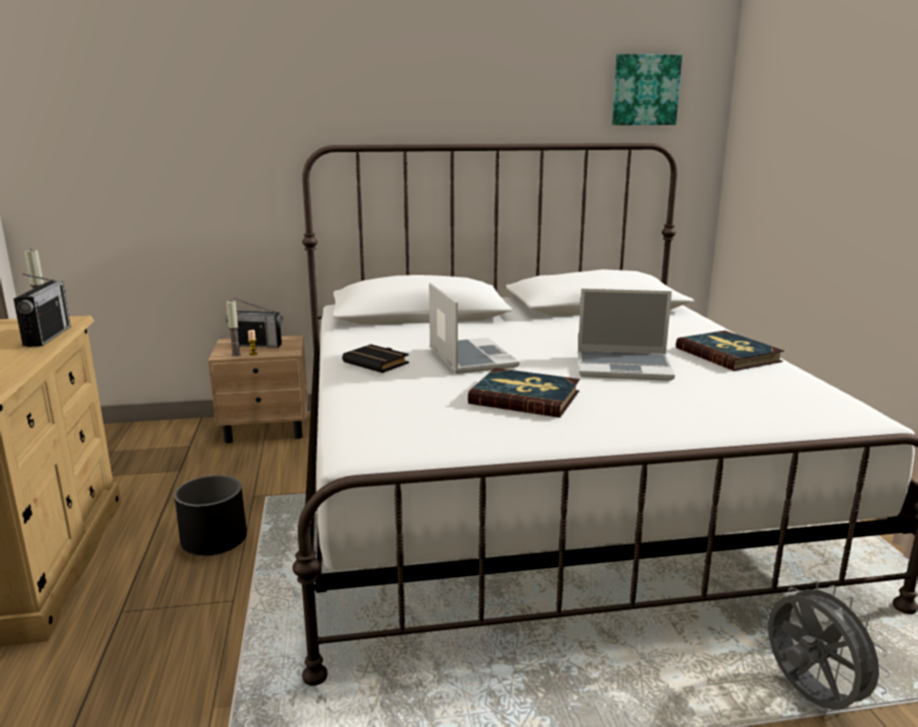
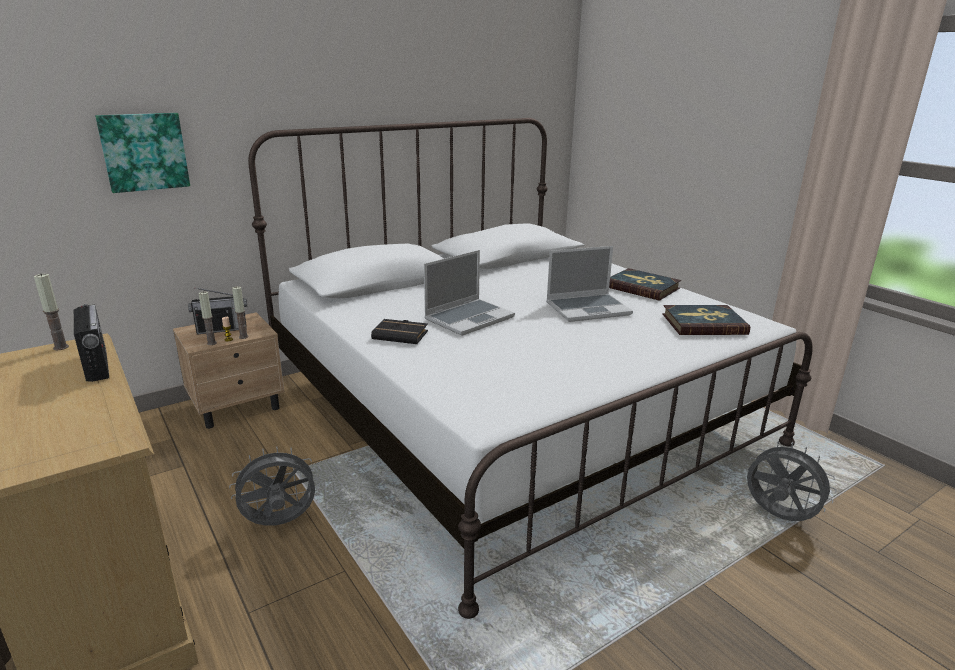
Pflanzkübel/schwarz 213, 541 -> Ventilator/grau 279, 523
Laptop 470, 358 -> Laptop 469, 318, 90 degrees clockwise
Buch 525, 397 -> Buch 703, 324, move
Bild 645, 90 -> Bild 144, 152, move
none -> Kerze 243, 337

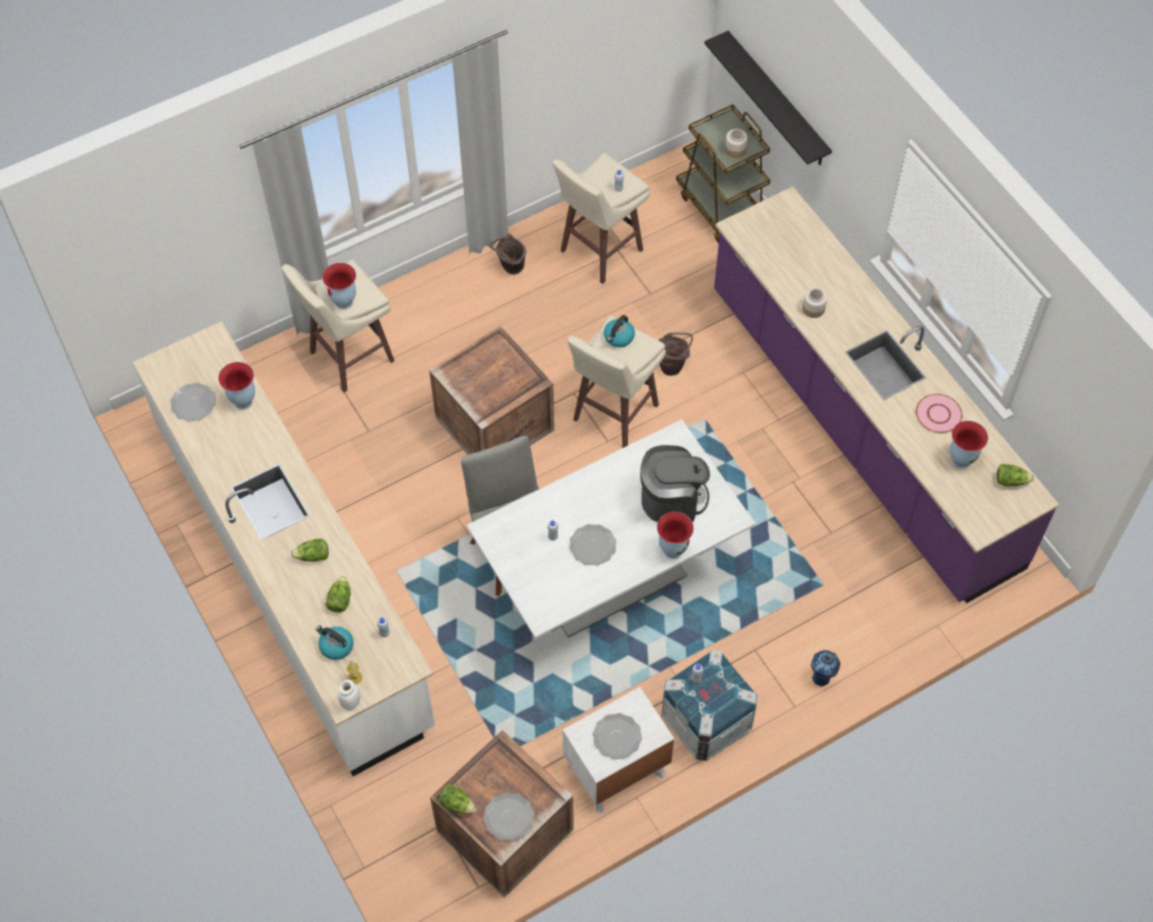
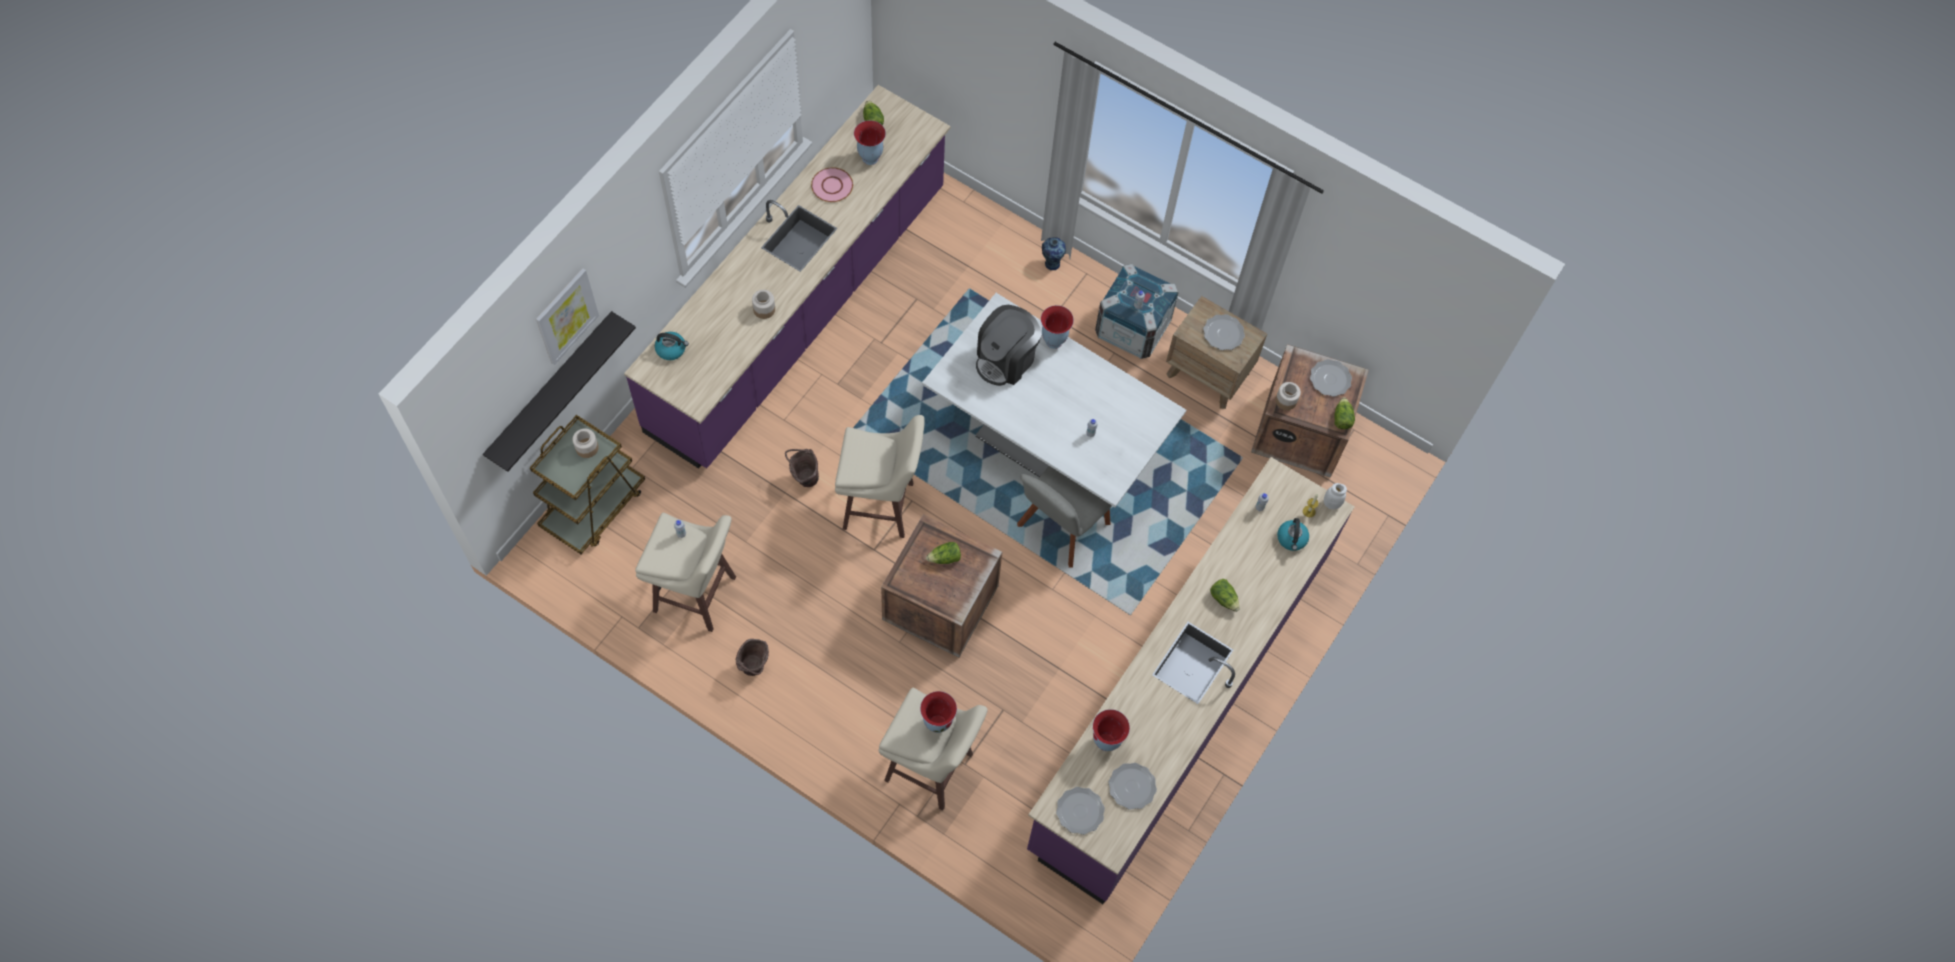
Küchenzeile/weiß 294, 574 -> Küchenzeile/lila 1179, 699
Salatkopf 339, 600 -> Salatkopf 945, 558, move
Nachttisch/weiß 616, 770 -> Nachttisch/braun 1208, 374
Teller 593, 546 -> Teller 1079, 811, move
Wasserkessel 618, 337 -> Wasserkessel 671, 349, move
Kaffeemaschine 672, 499 -> Kaffeemaschine 1006, 359, 105 degrees counterclockwise
none -> Bild 566, 316
none -> Vorratsglas 1285, 400

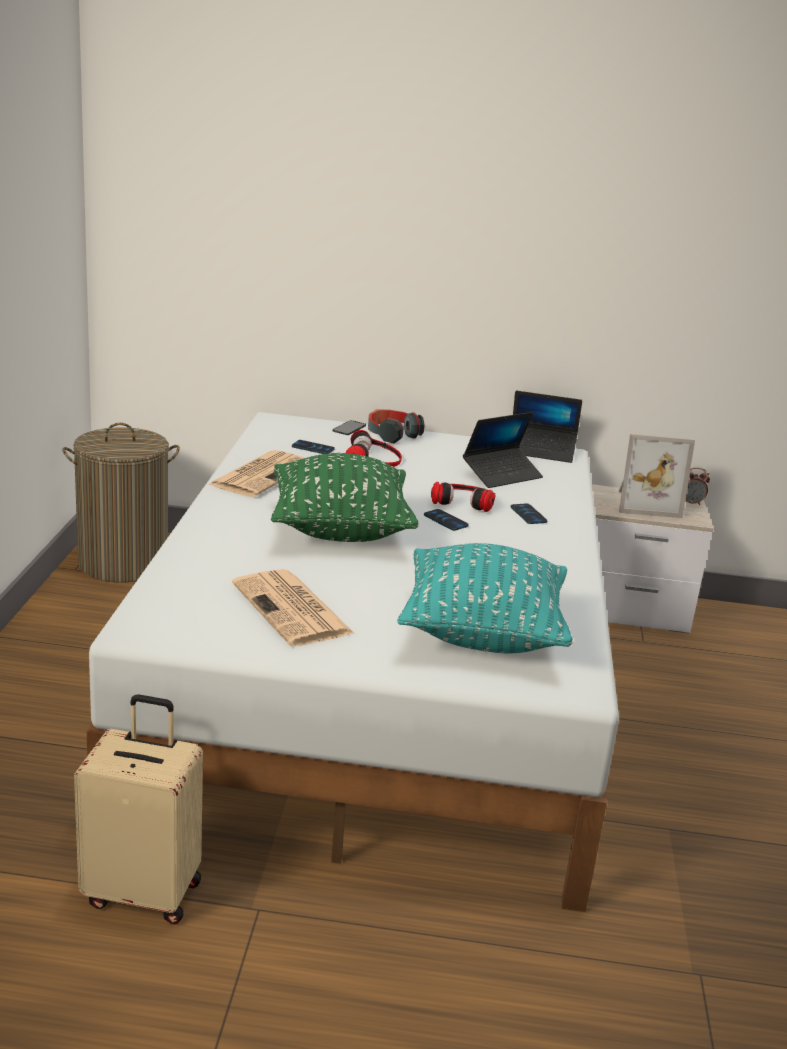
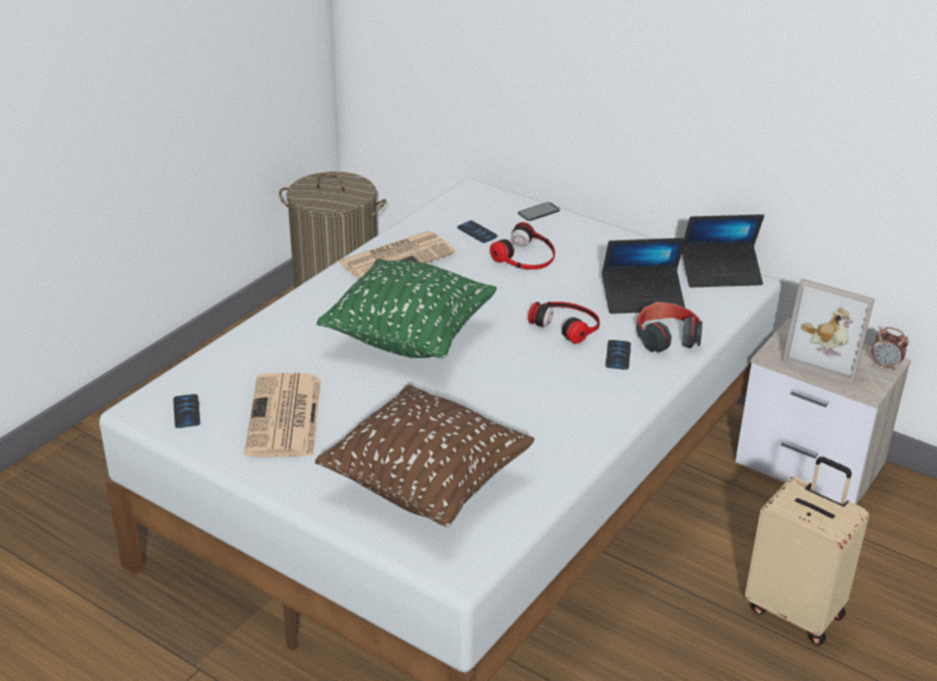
Koffer/beige 144, 891 -> Koffer/beige 796, 611, move
Kopfhörer 392, 435 -> Kopfhörer 666, 337, move
Kissen/türkis 482, 634 -> Kissen/braun 426, 485
Handy 445, 521 -> Handy 186, 412, move
Laptop 540, 451 -> Laptop 720, 274, 45 degrees counterclockwise

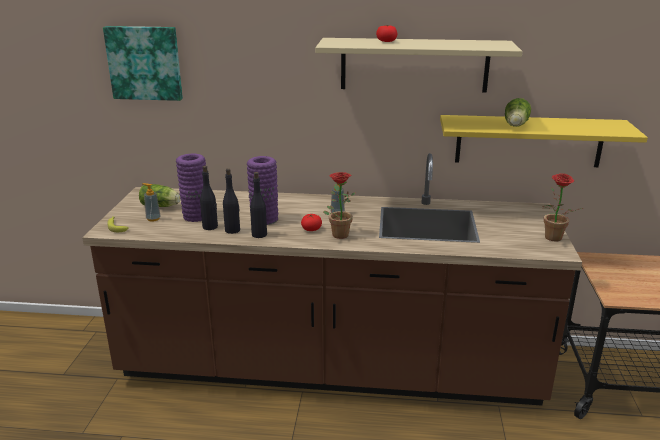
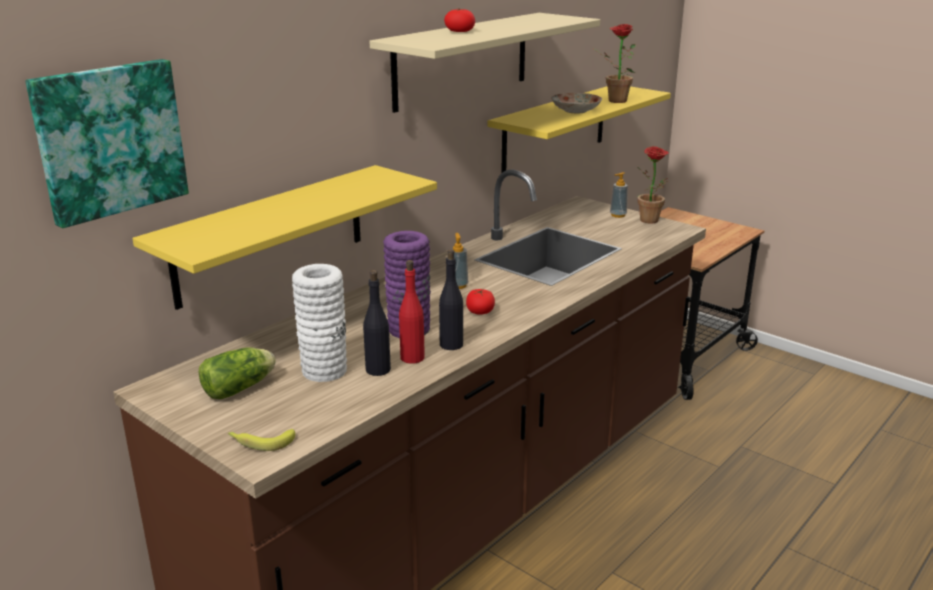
Seifenspender 153, 219 -> Seifenspender 618, 215, move
Vase/lila 196, 216 -> Vase/weiß 324, 370
Flasche/schwarz 232, 230 -> Flasche/rot 412, 357
Topfpflanze 338, 233 -> Topfpflanze 613, 101, move
Salatkopf 515, 125 -> Teller 575, 110
none -> Wandregal/gelb 271, 235

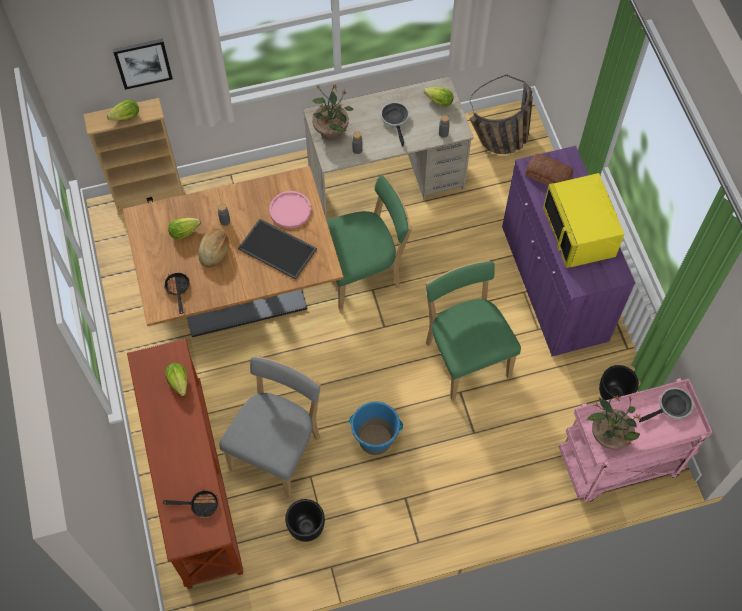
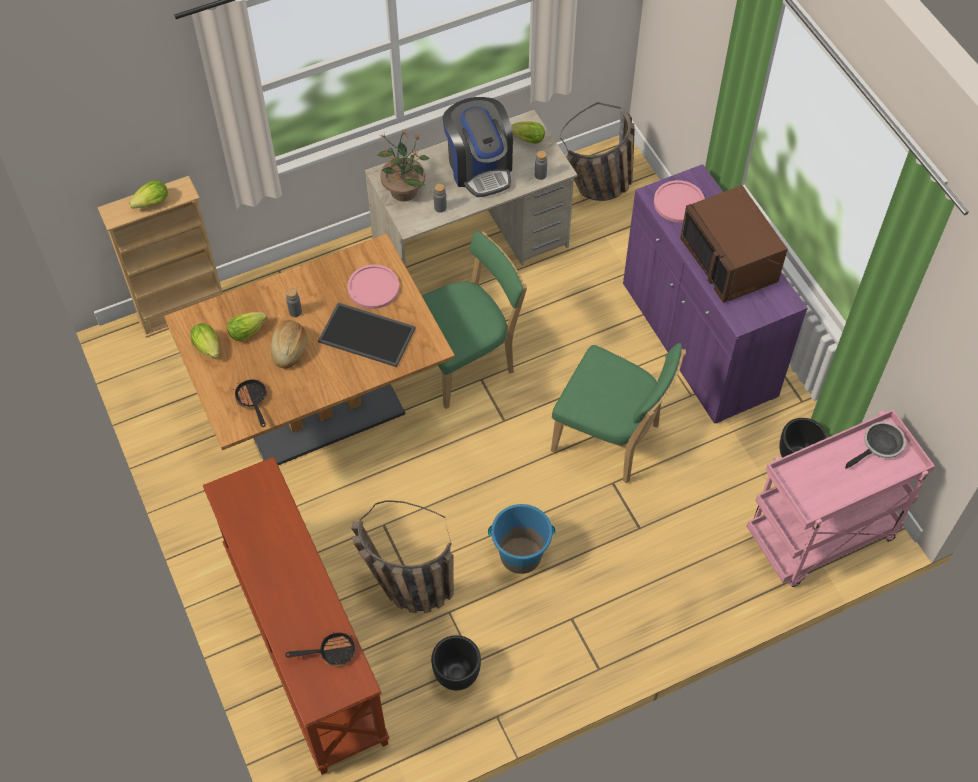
Bild 143, 62 -> none
Salatkopf 179, 384 -> Salatkopf 209, 349, move
Stuhl/grau 278, 449 -> Korb 402, 587
Pfanne 395, 120 -> Kaffeemaschine 479, 167
Stuhl/grün 465, 356 -> Stuhl/grün 610, 440, 150 degrees clockwise
Brot 548, 176 -> Teller/rosa 679, 202
Mikrowelle/gelb 580, 233 -> Mikrowelle/braun 730, 261
Topfpflanze 608, 436 -> none

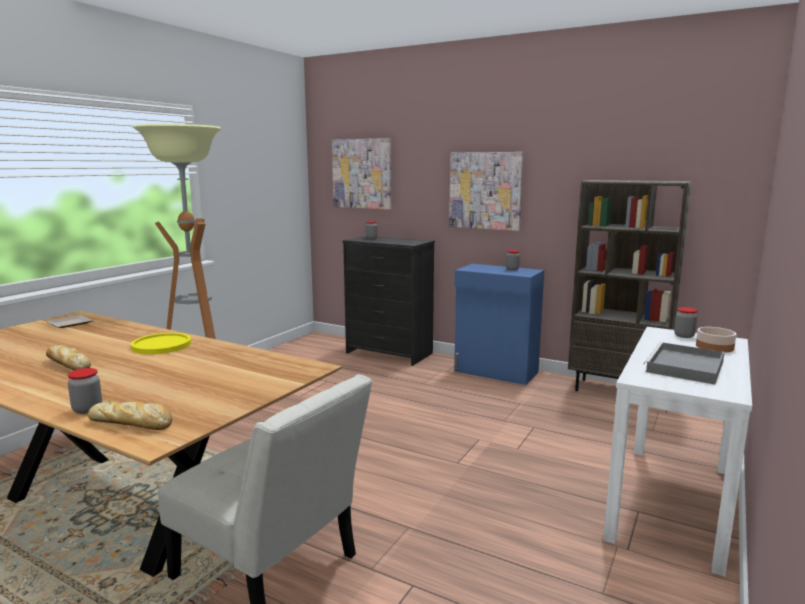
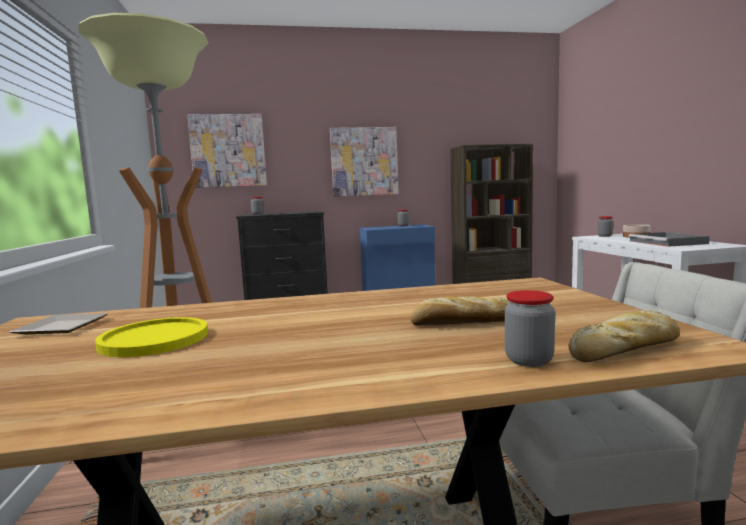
Brot 68, 364 -> Brot 463, 322, move
Teller/gelb 161, 345 -> Teller/gelb 154, 339, move

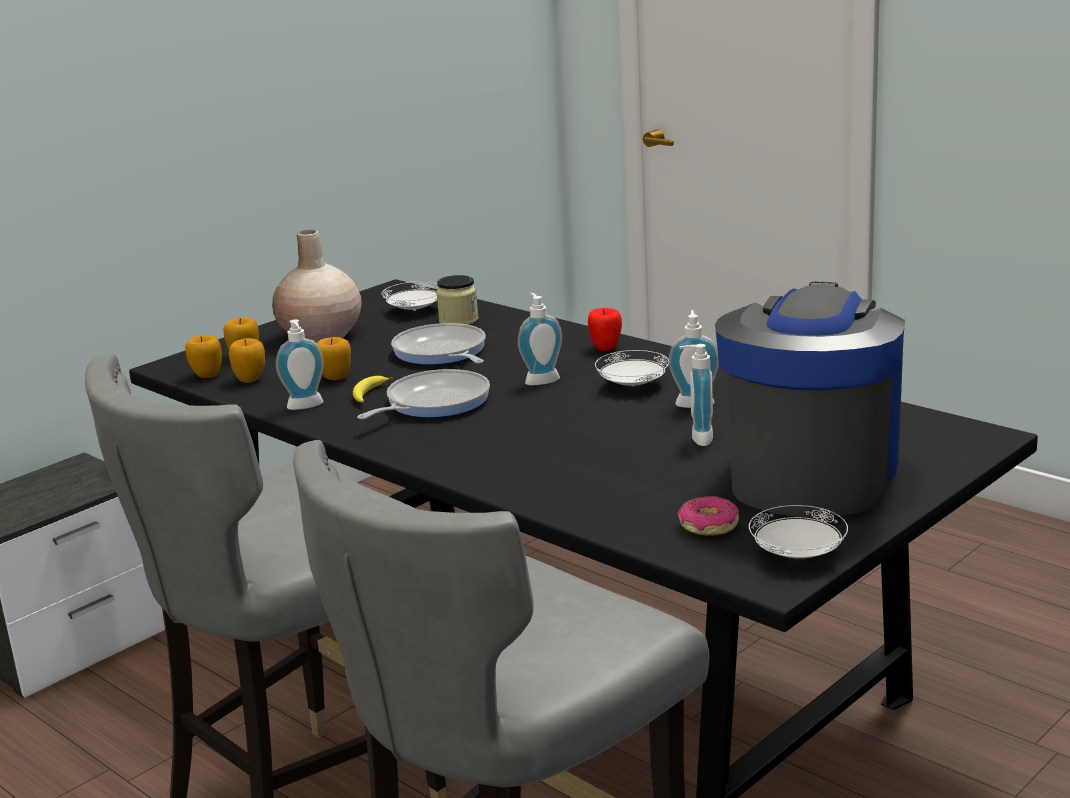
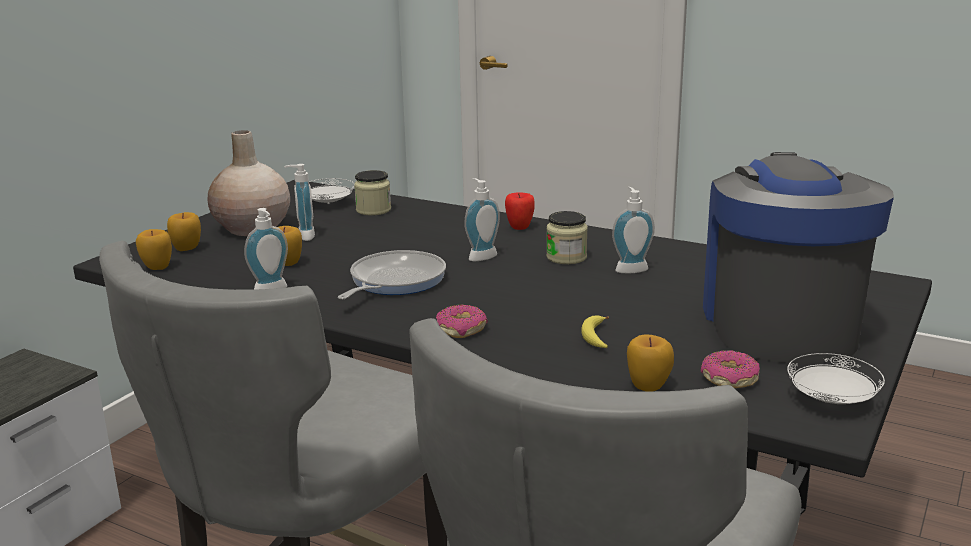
Apfel 250, 379 -> Apfel 648, 386, move
Banane 368, 395 -> Banane 595, 337, move
Pfanne 441, 353 -> none
Teller/weiß 633, 386 -> Vorratsglas 566, 257
Seifenspender 697, 438 -> Seifenspender 303, 236, move
none -> Donut 461, 329

